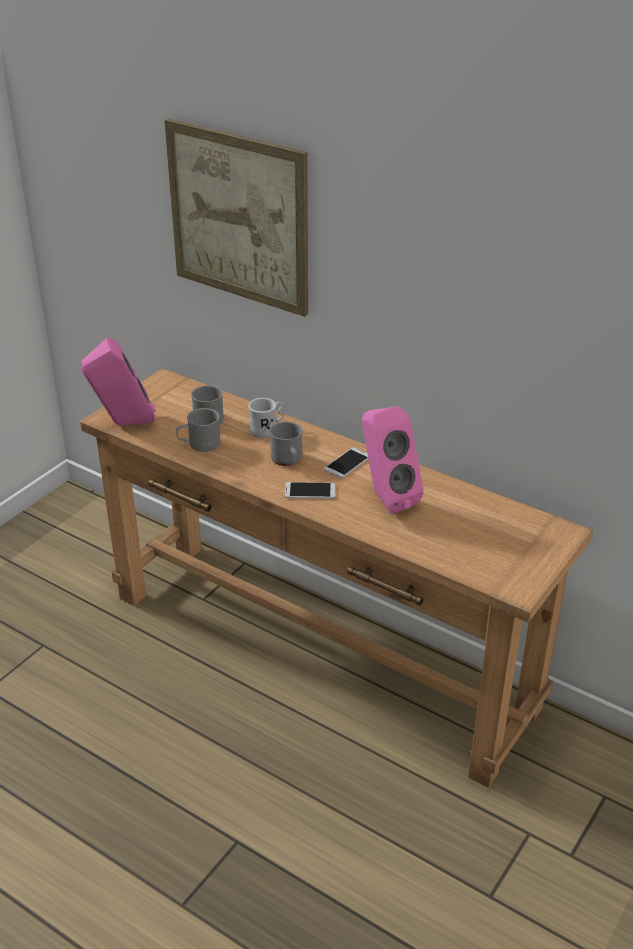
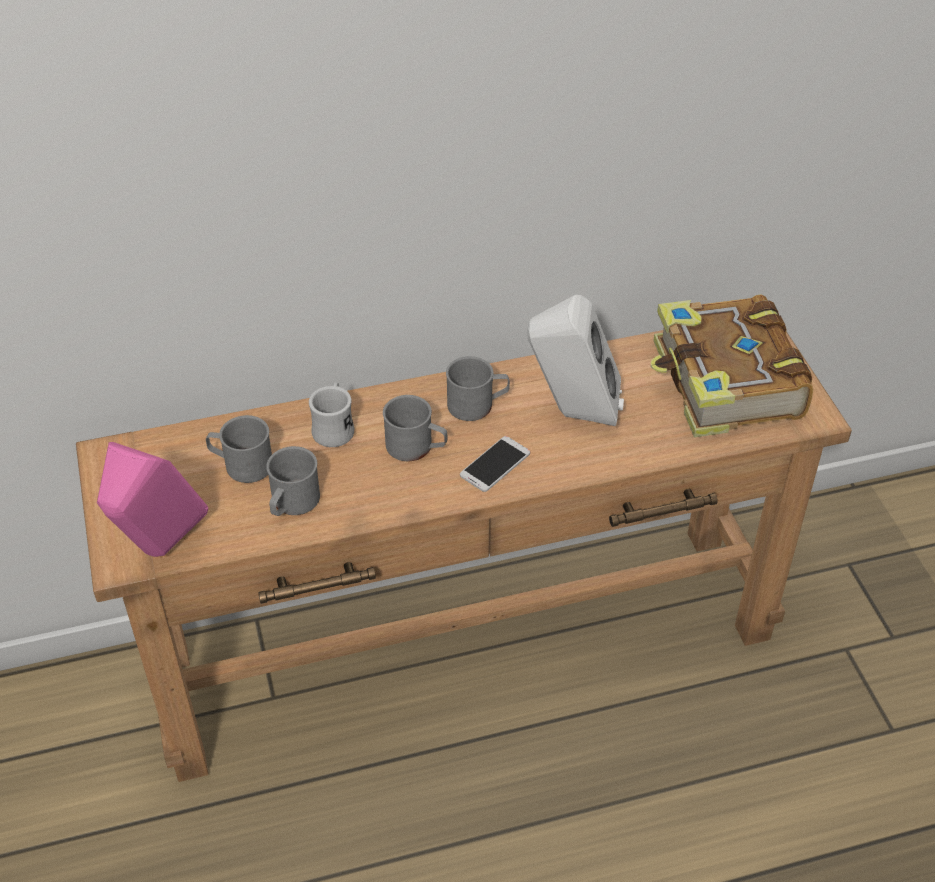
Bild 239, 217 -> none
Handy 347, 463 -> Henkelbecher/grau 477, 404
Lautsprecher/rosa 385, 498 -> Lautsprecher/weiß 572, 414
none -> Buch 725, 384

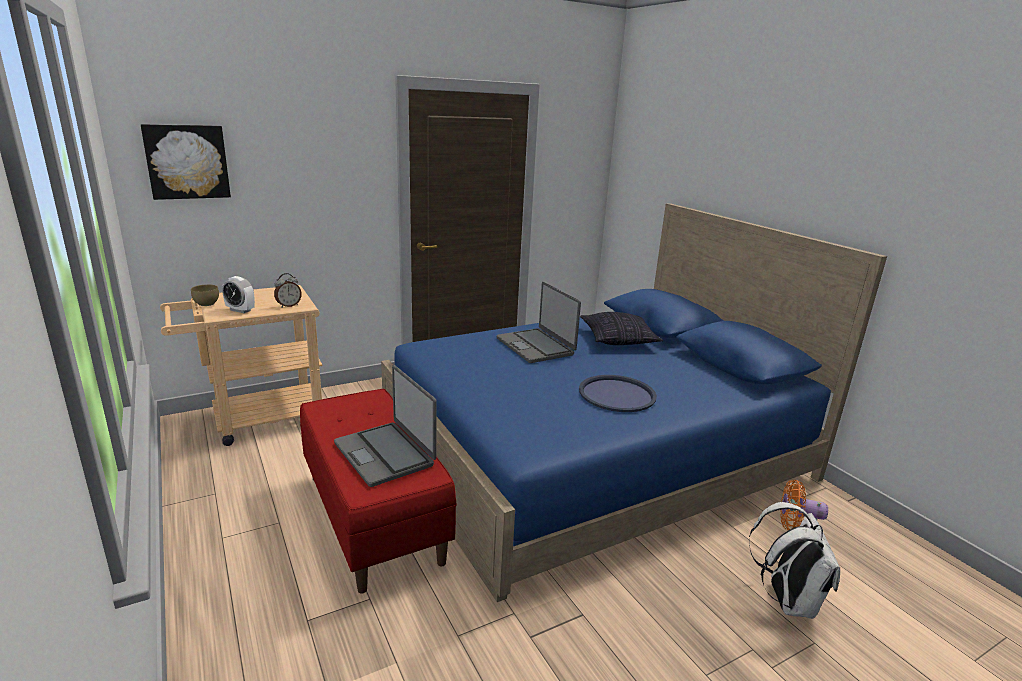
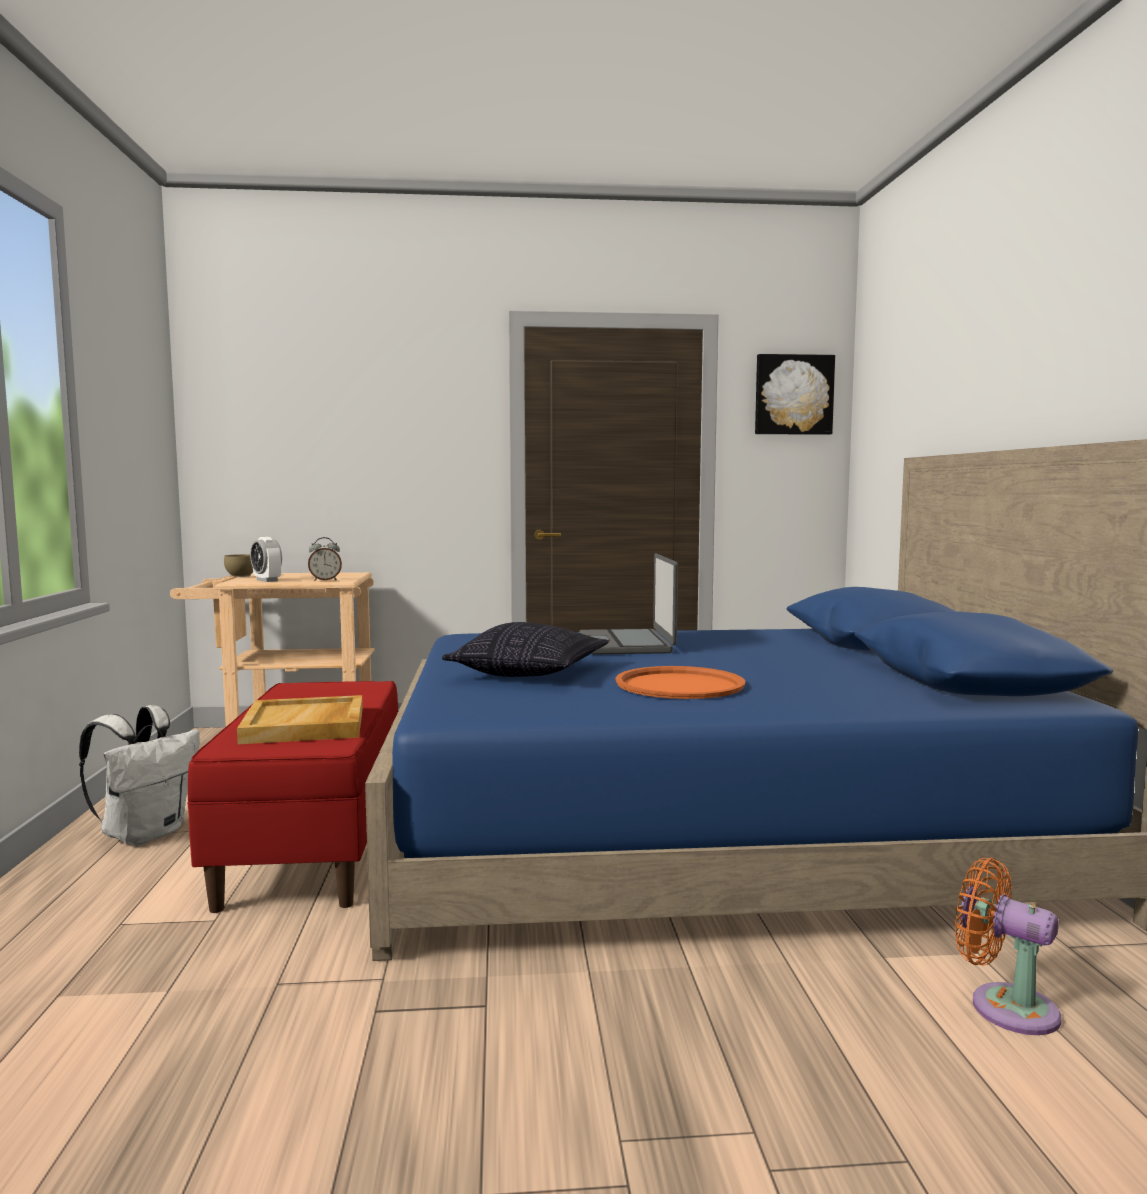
Bild 187, 161 -> Bild 793, 395, move
Laptop 385, 454 -> Tablett/beige 305, 725
Tablett/blau 617, 394 -> Tablett/orange 680, 685
Kissen 618, 339 -> Kissen 528, 673, move
Rucksack/weiß 786, 600 -> Rucksack/weiß 145, 834, move

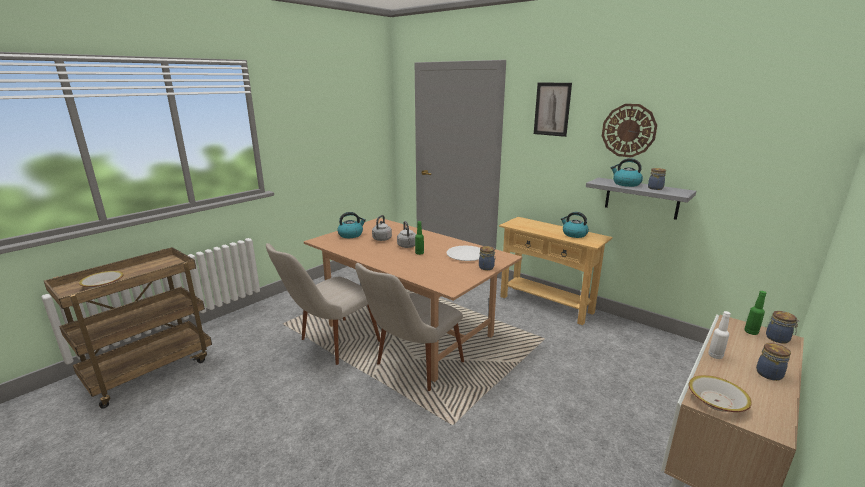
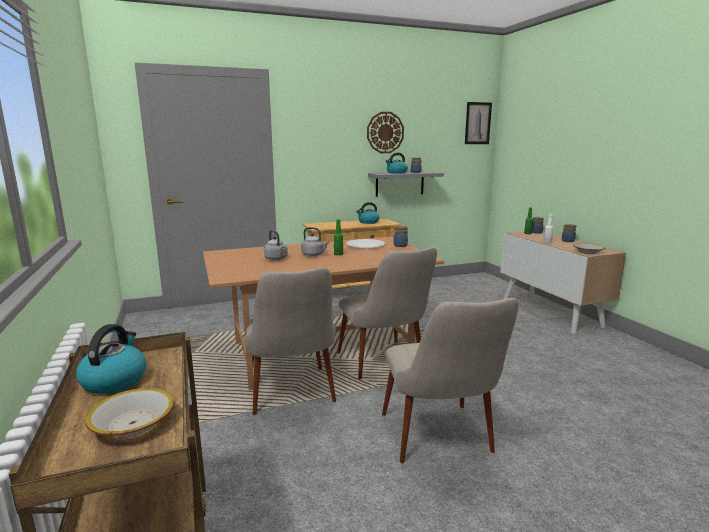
Wasserkessel 351, 235 -> Wasserkessel 115, 380, move
Bild 552, 109 -> Bild 477, 123, move
none -> Stuhl/beige 441, 444

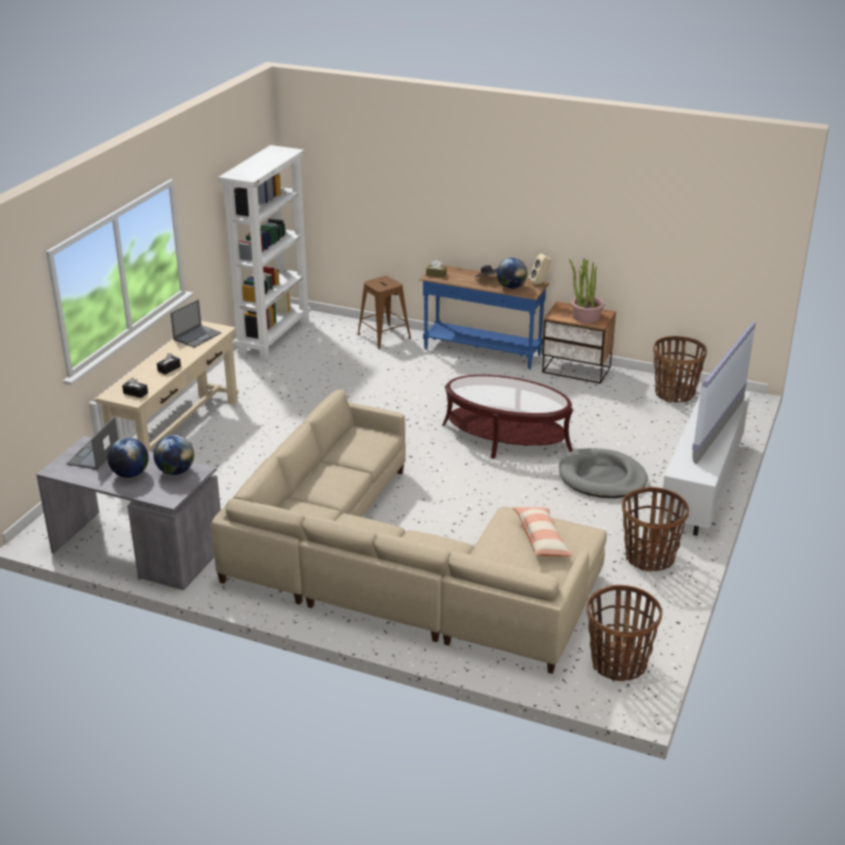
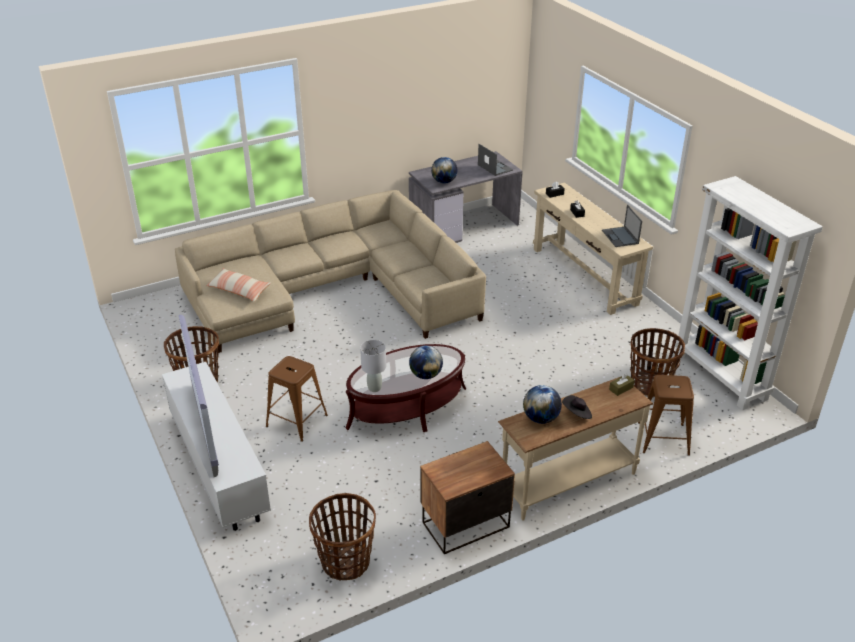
Globus 130, 474 -> Globus 426, 375, move
Konsolentisch/blau 481, 352 -> Konsolentisch/beige 567, 482
Lautsprecher/beige 540, 283 -> none
Hundebett/grau 602, 478 -> Hocker/braun 297, 421
Topfpflanze 586, 316 -> none
Korb 618, 664 -> Korb 650, 384, move
none -> Tischlampe/grau 374, 388

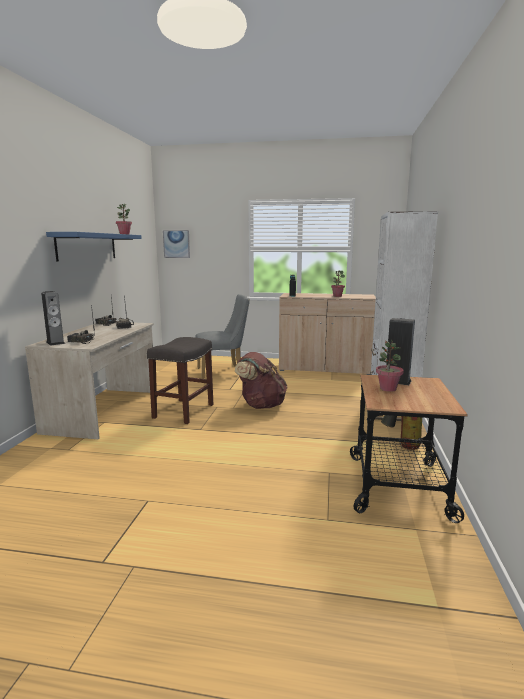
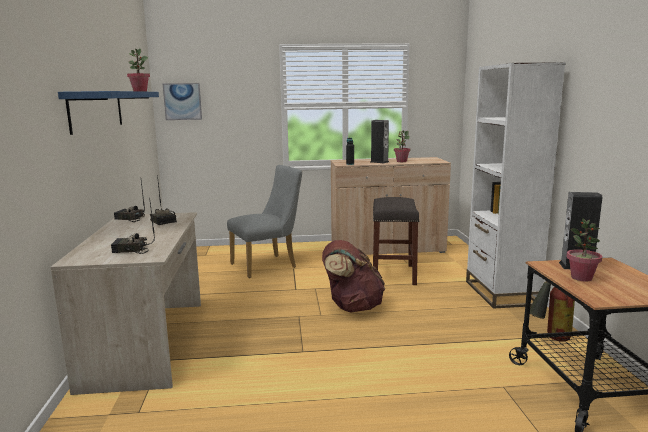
Lautsprecher 55, 342 -> Lautsprecher 379, 162, move
Hocker/grau 183, 411 -> Hocker/grau 394, 275, move

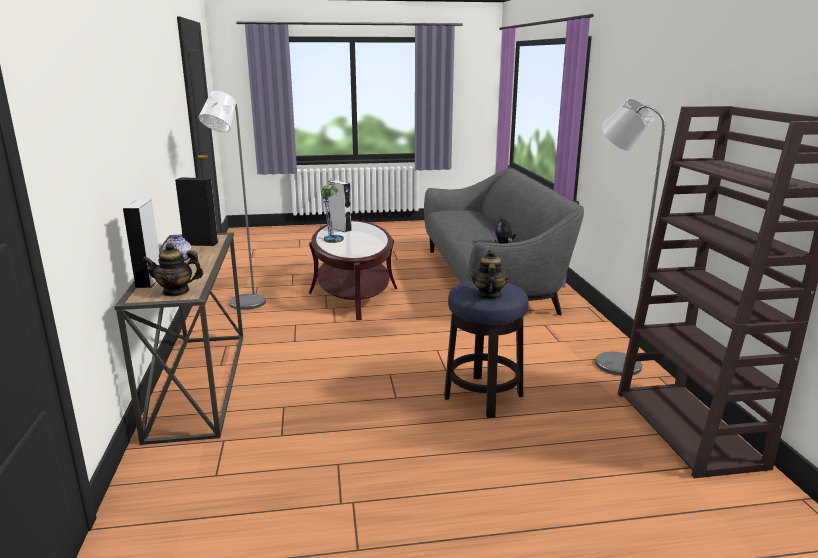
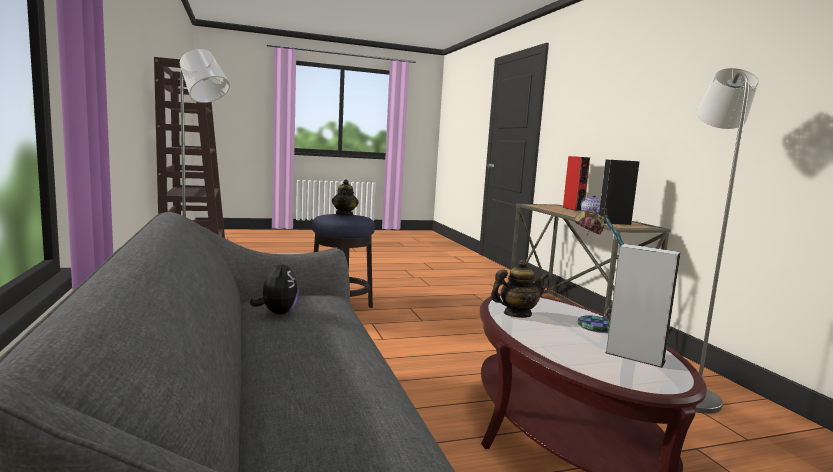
Lautsprecher/grau 149, 281 -> Lautsprecher/rot 573, 209
Teekanne 176, 292 -> Teekanne 517, 314, move

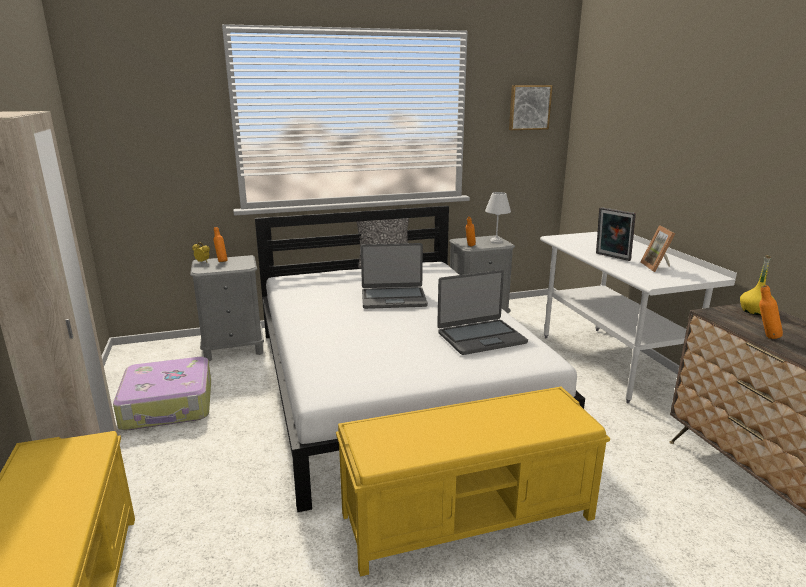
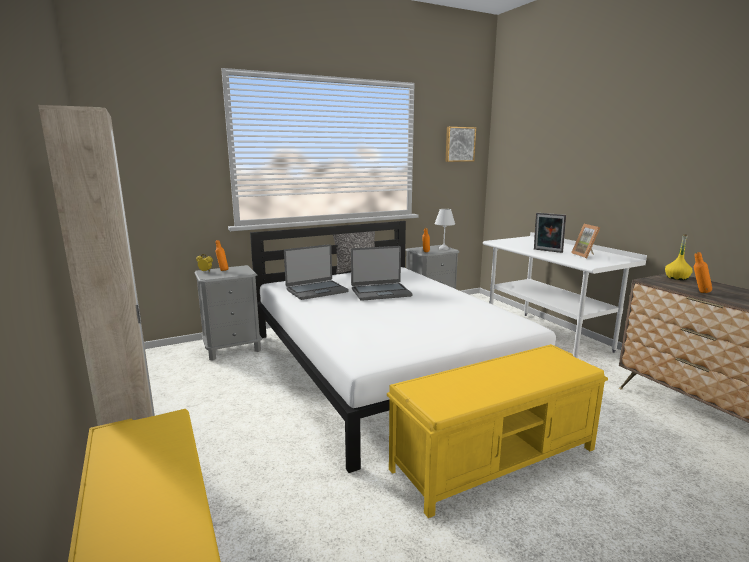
Koffer 169, 405 -> none
Laptop 481, 337 -> Laptop 316, 291, move

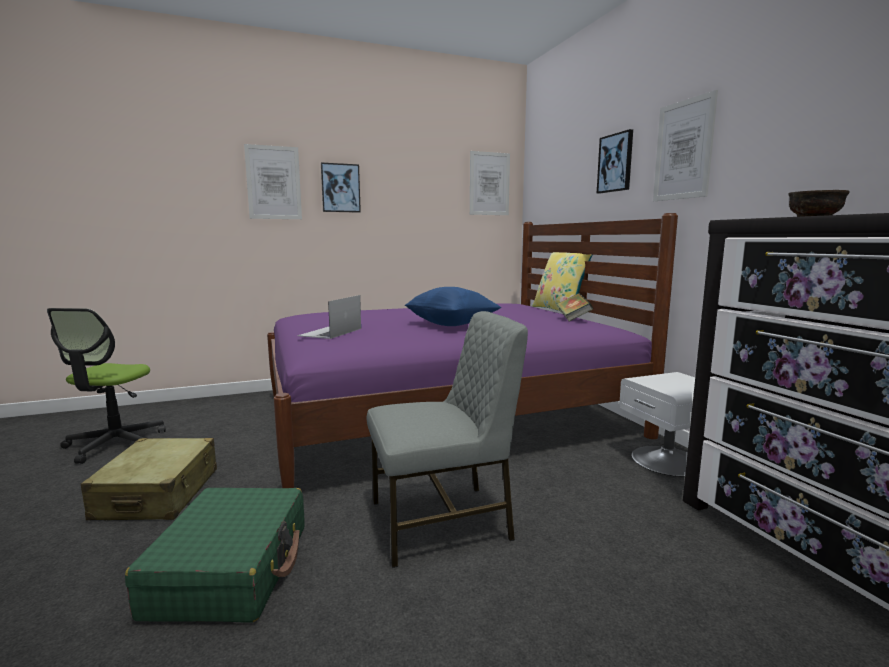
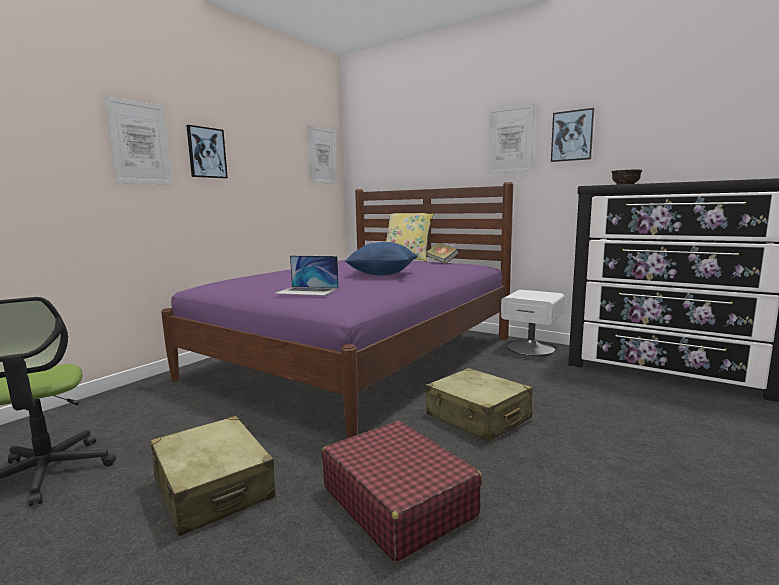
Koffer/grün 231, 569 -> Koffer/rot 398, 501
Laptop 330, 332 -> Laptop 307, 291, 60 degrees counterclockwise
Stuhl/grau 443, 521 -> Koffer/beige 478, 417
Bild 615, 163 -> Bild 572, 136, move

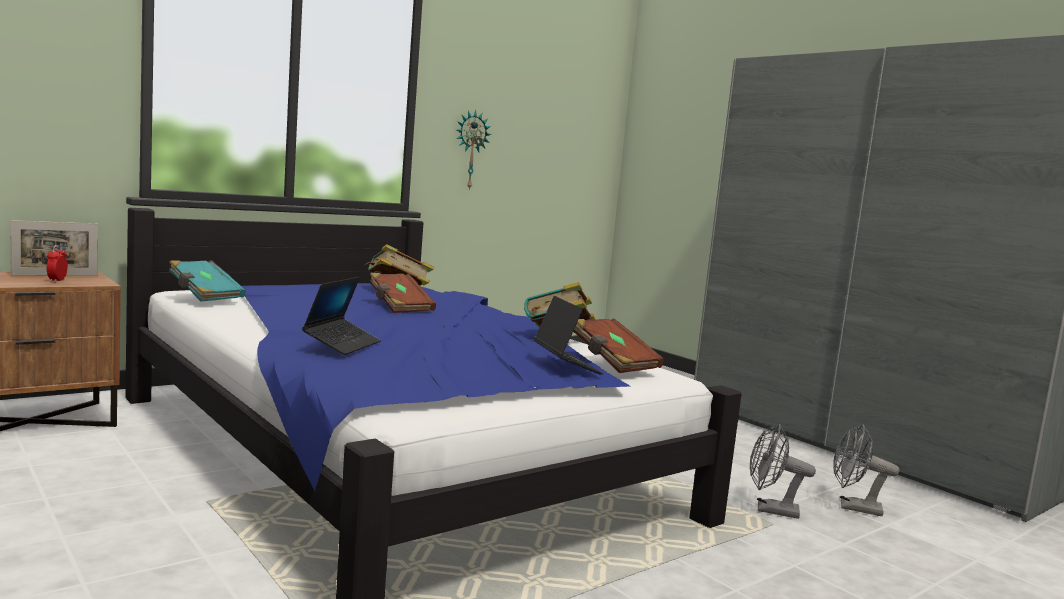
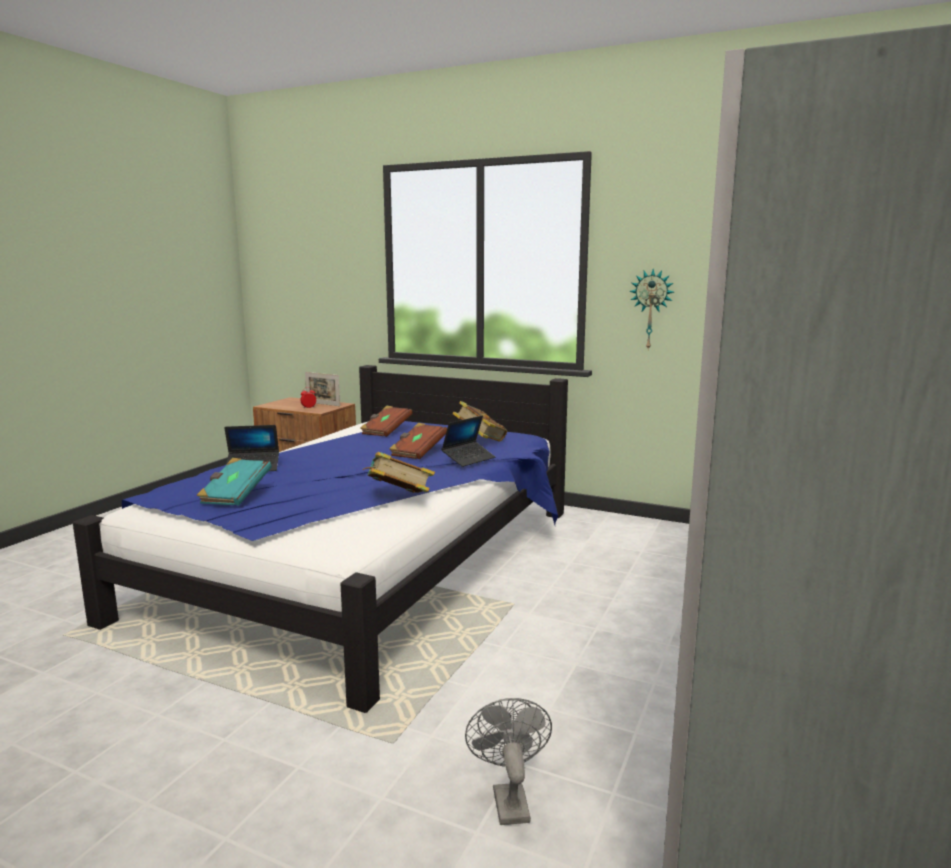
Buch/türkis 205, 295 -> Buch/türkis 235, 495, move
Laptop 565, 365 -> Laptop 468, 459, move
Buch/braun 613, 362 -> Buch/braun 386, 431, move
Ventilator/grau 770, 510 -> none

